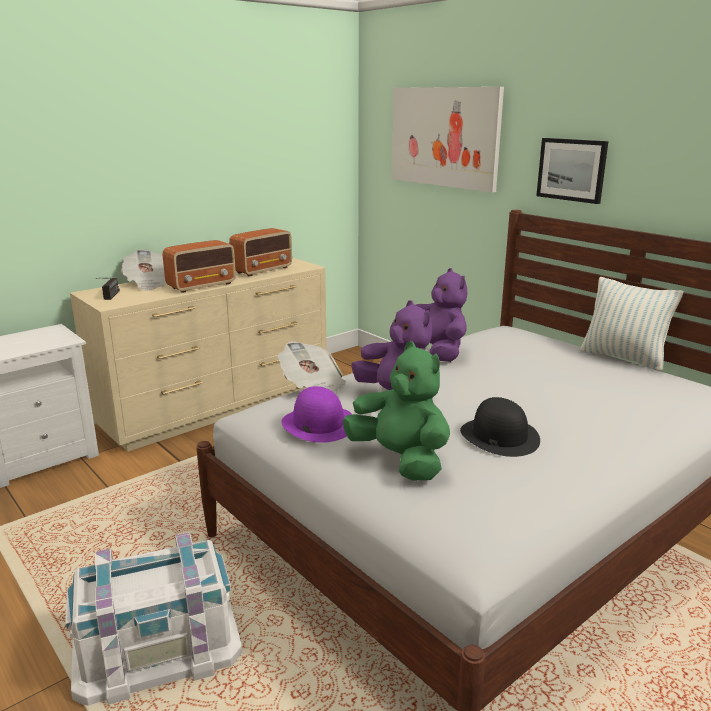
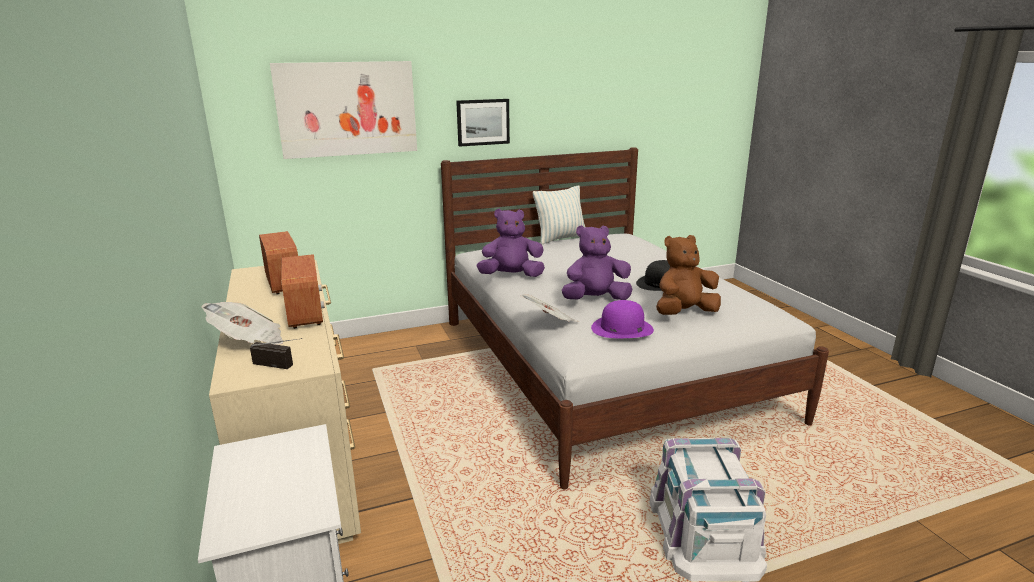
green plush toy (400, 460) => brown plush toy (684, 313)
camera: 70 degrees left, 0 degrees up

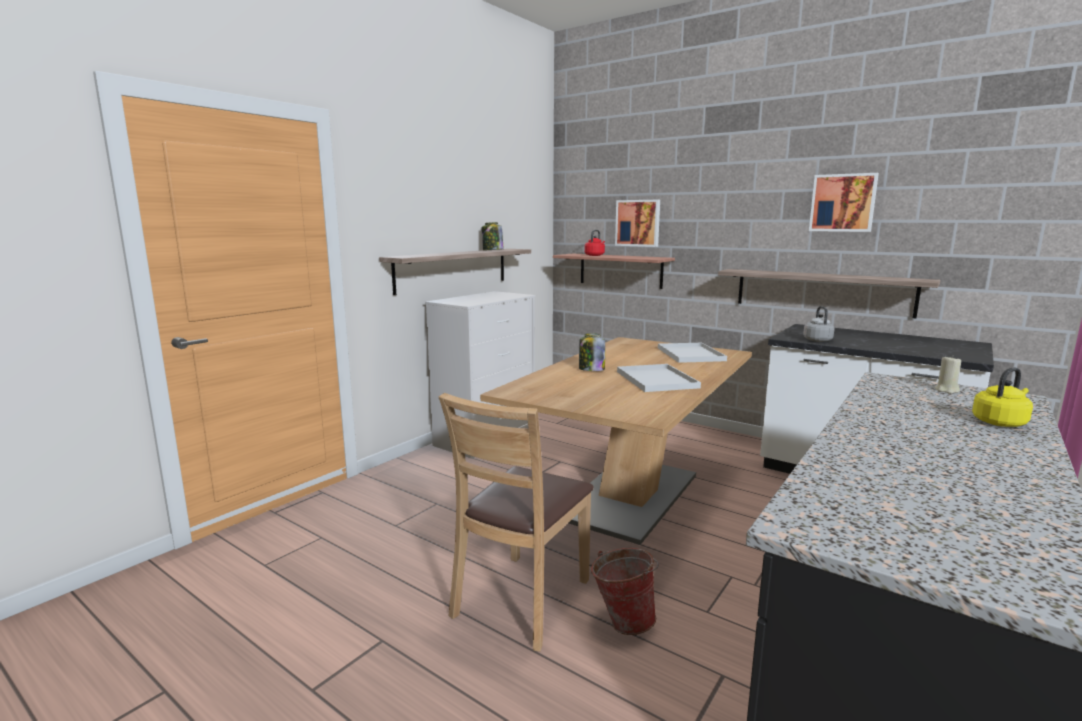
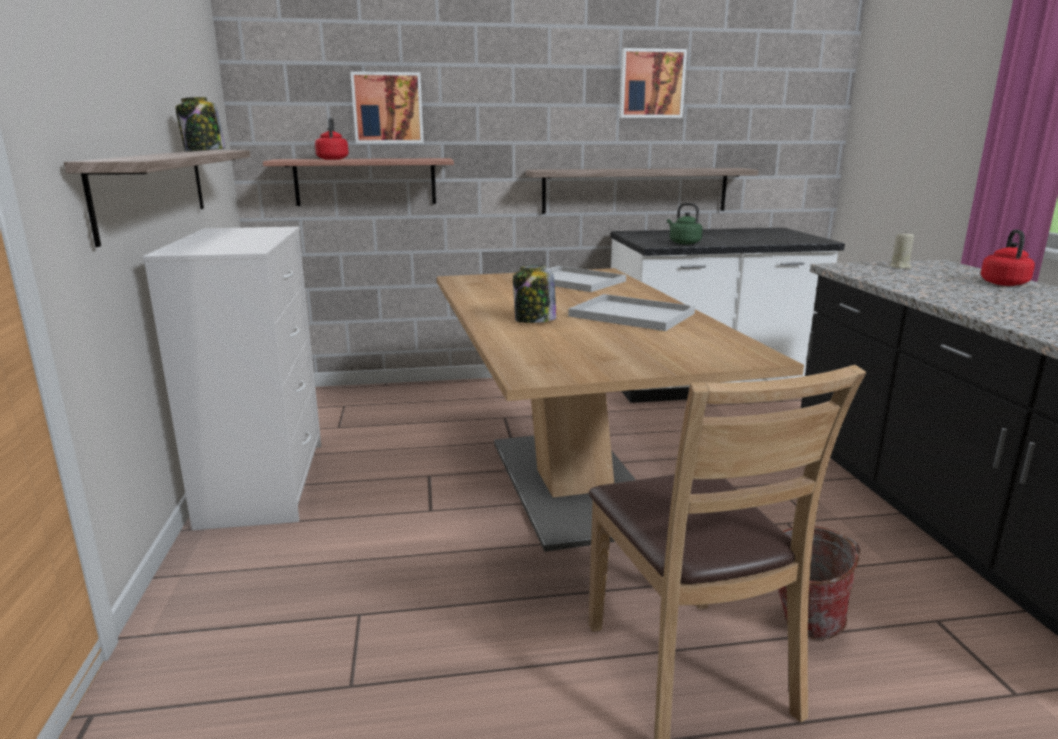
grey kettle (817, 340) => green kettle (683, 243)
yellow kettle (1000, 422) => red kettle (1003, 283)
camera: 45 degrees left, 5 degrees up

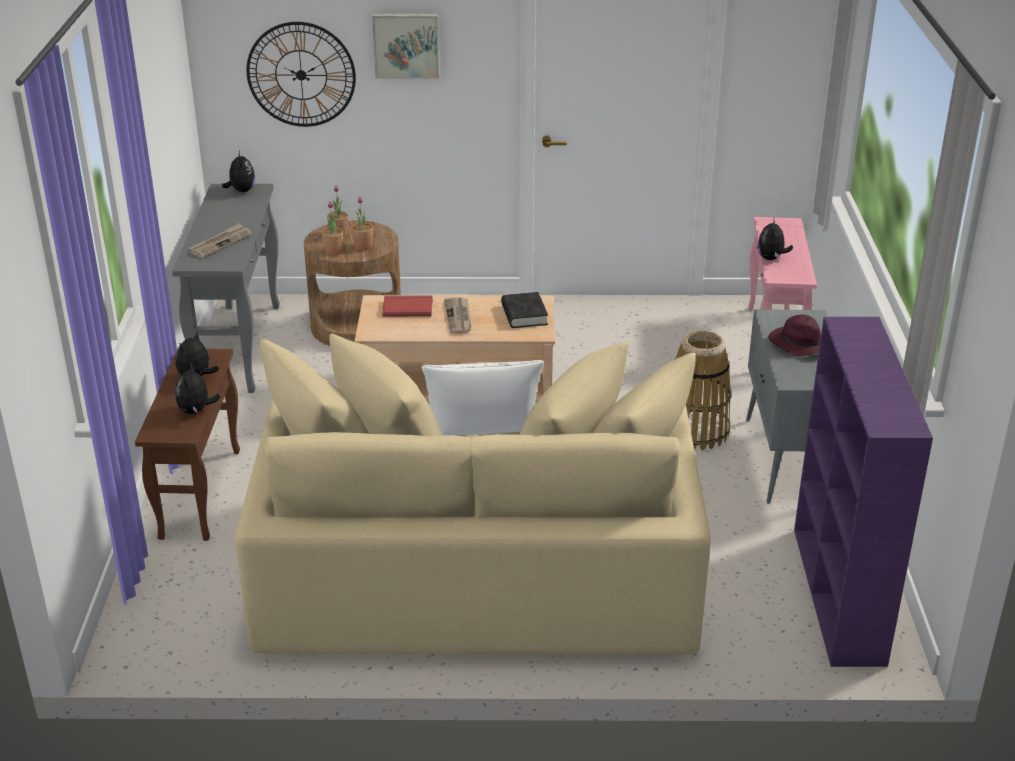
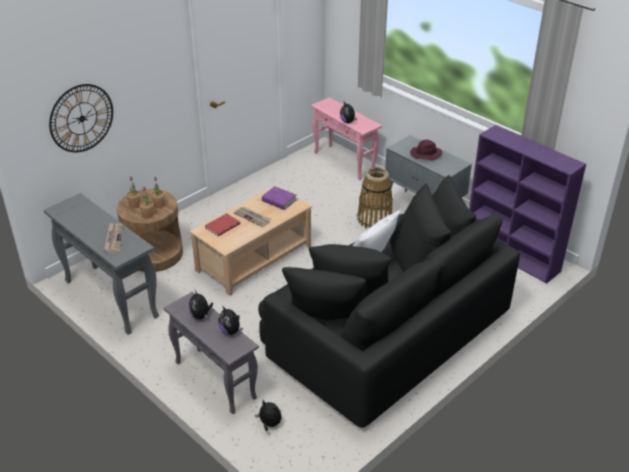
picture (406, 45) => nothing
plush toy (241, 191) => plush toy (269, 424), move
black book (524, 315) => purple book (279, 200)
beige sofa (476, 570) => black sofa (385, 331)
brown side table (201, 493) => grey side table (215, 380)
camera: 45 degrees left, 5 degrees up

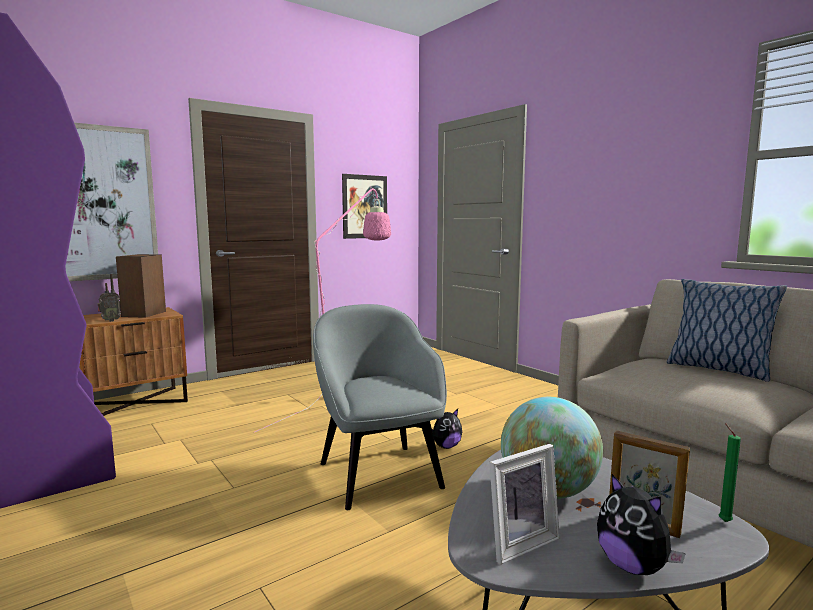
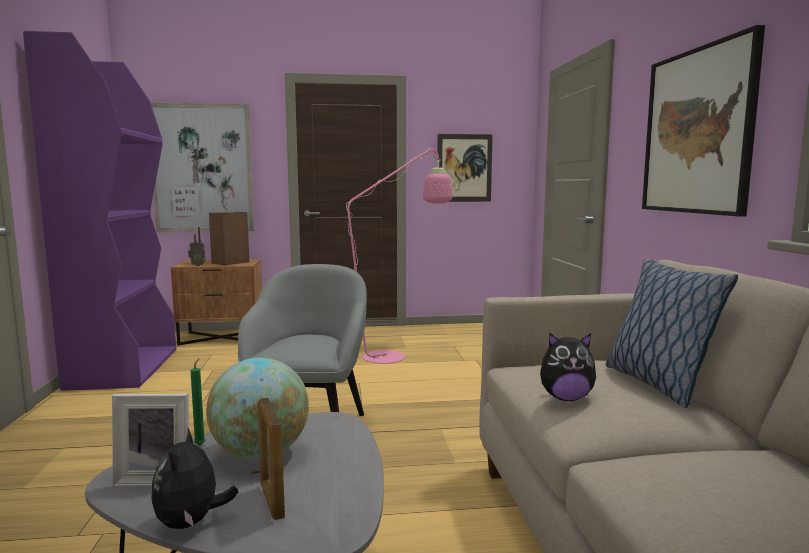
plush toy (446, 446) => plush toy (565, 398), move
green candle (723, 520) => green candle (201, 444), move
nothing => picture (697, 131)
camera: 30 degrees right, 0 degrees up

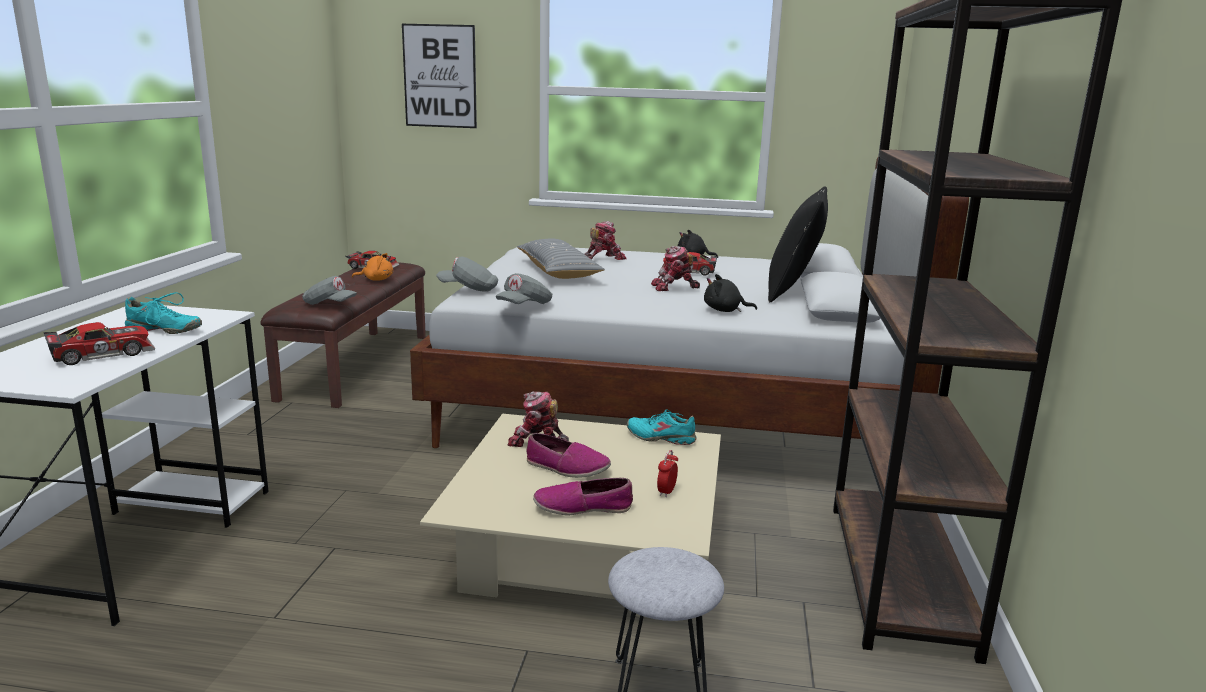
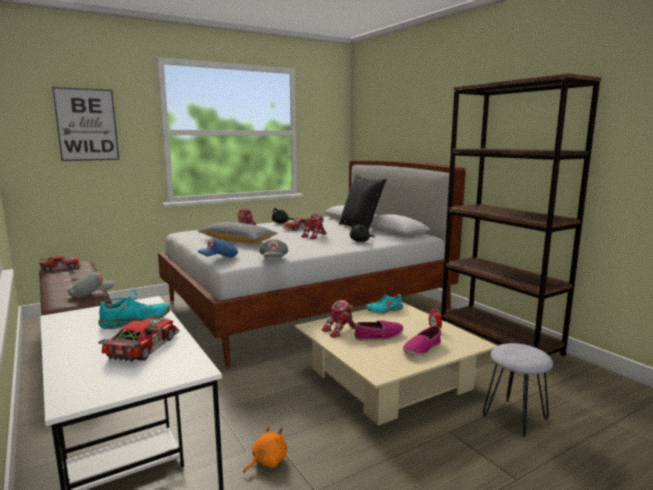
orange plush toy (376, 279) => orange plush toy (267, 461), move
grey cap (468, 289) => blue cap (219, 258)
camera: 40 degrees left, 5 degrees down

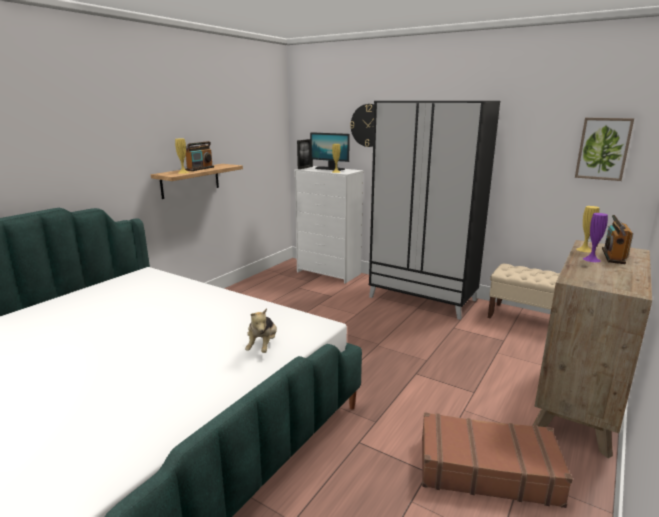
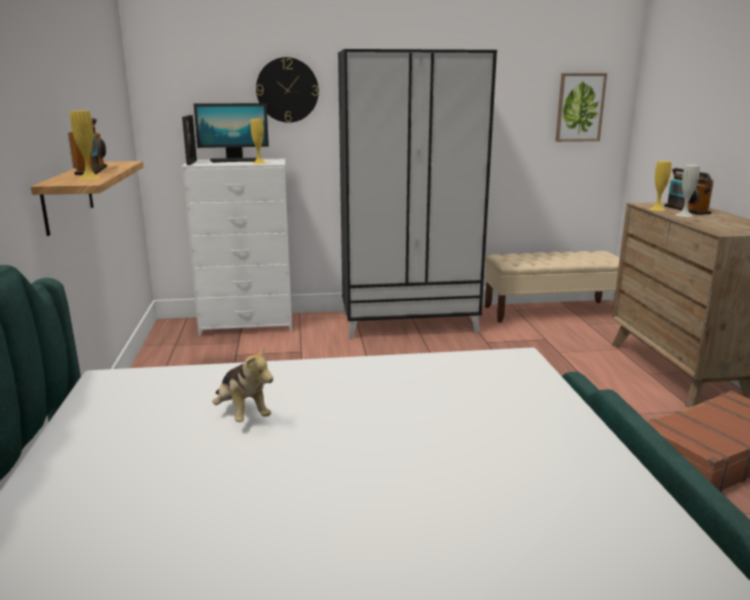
purple vase (591, 259) => white vase (684, 215)
plush toy (262, 346) => plush toy (242, 414), move
camera: 40 degrees left, 0 degrees up

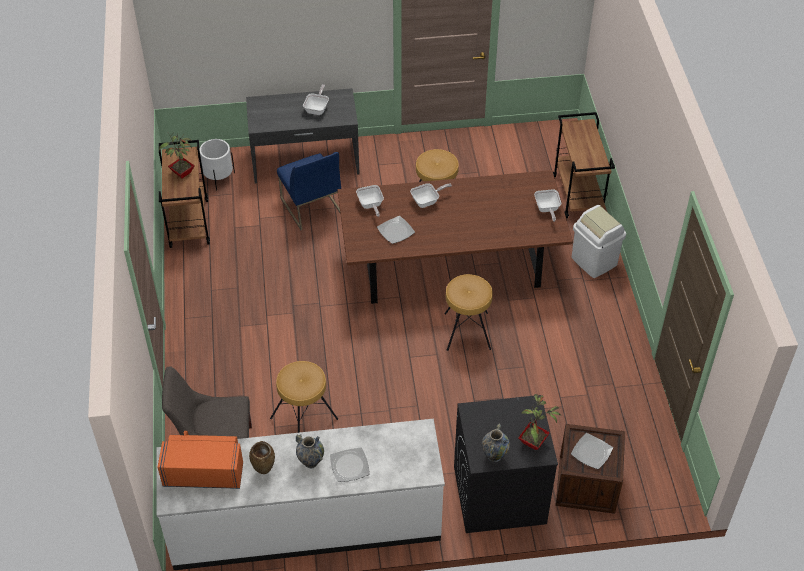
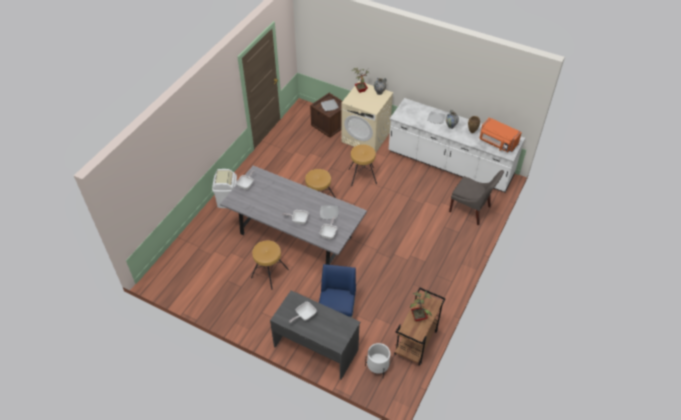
brown cart (578, 195) => nothing
brown dining table (450, 265) => grey dining table (295, 235)
brown stool (304, 419) => brown stool (362, 176), move
black washing machine (498, 495) => beige washing machine (366, 137)
camera: 145 degrees left, 0 degrees up

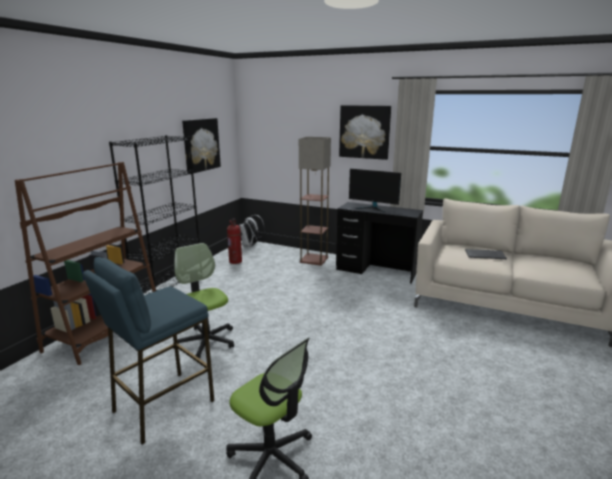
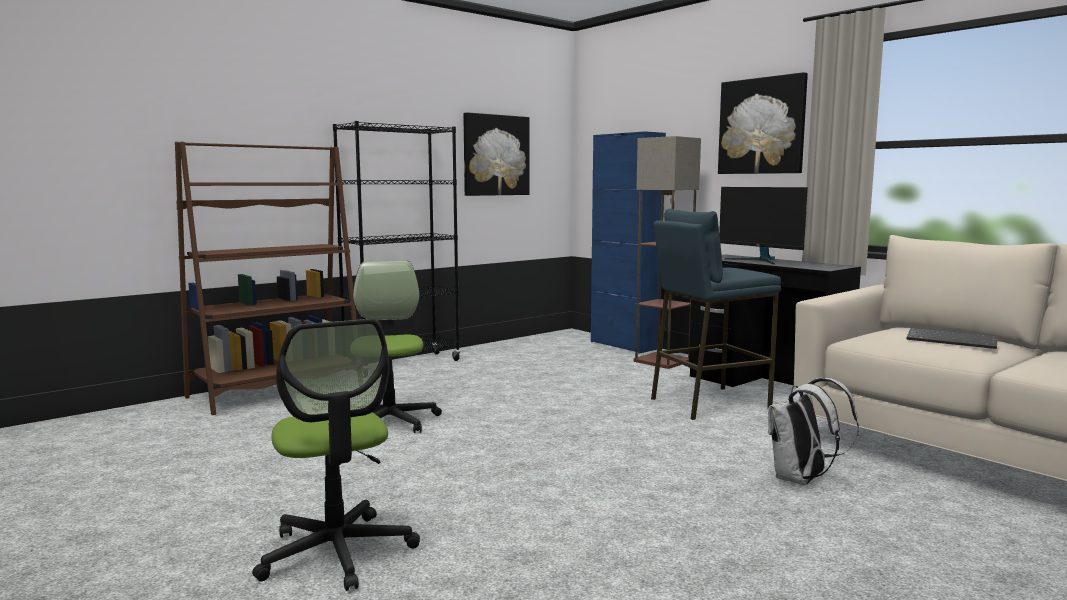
white backpack (250, 245) => white backpack (801, 480), move
fire extinguisher (235, 261) => nothing
blue stool (162, 406) => blue stool (708, 403), move
nothing => blue cabinet (624, 345)
camera: 25 degrees right, 10 degrees down

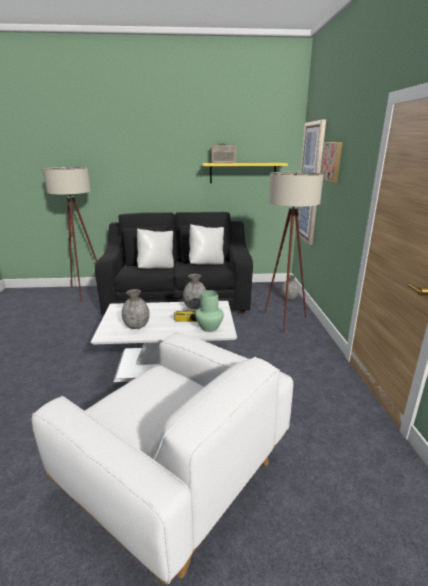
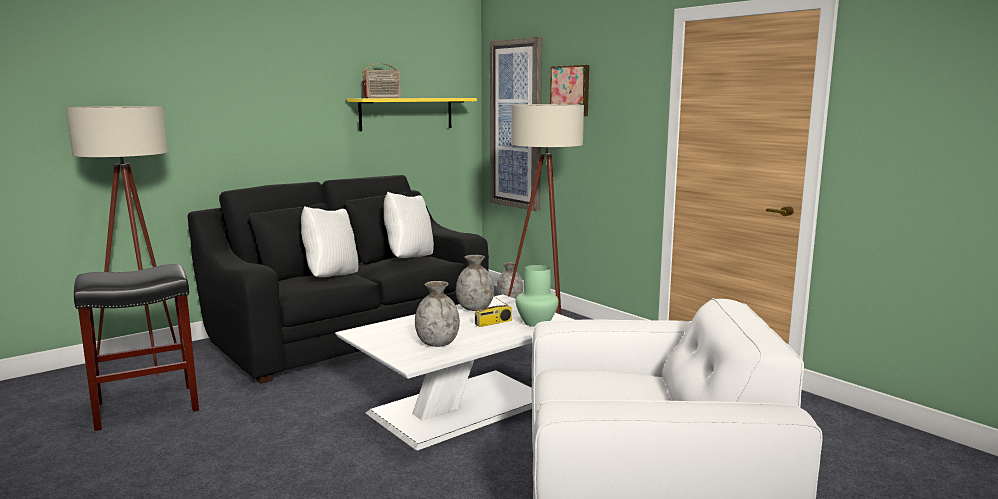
nothing => black stool (148, 406)
camera: 35 degrees left, 10 degrees down

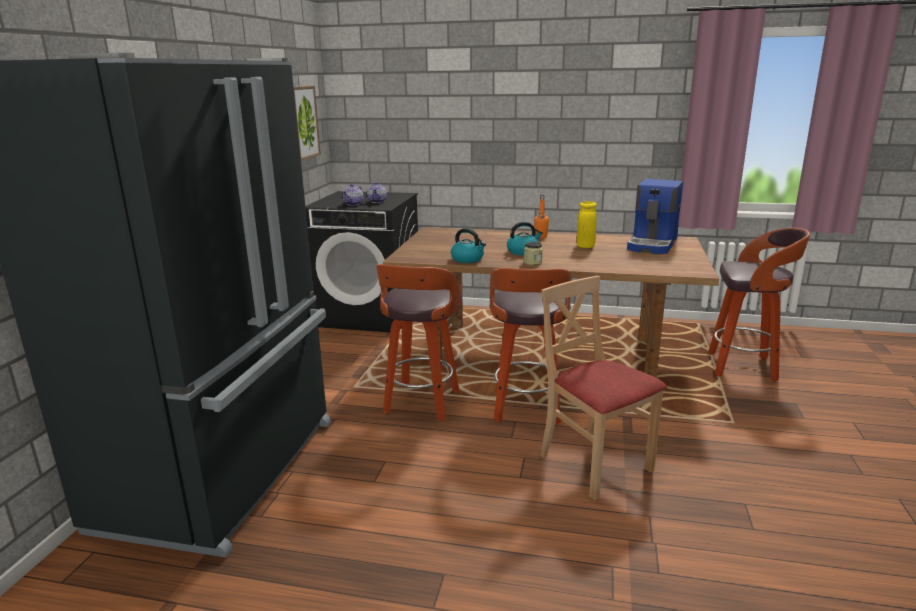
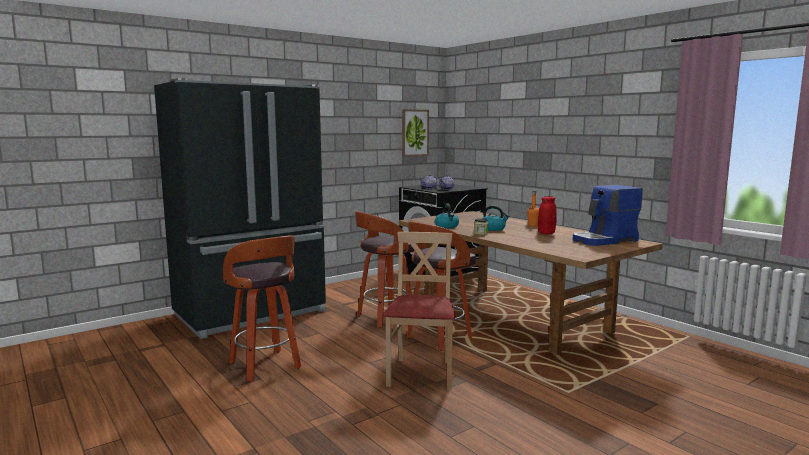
yellow vase (585, 246) => red vase (546, 233)
stool (744, 367) => stool (266, 366), move
camera: 40 degrees right, 10 degrees down

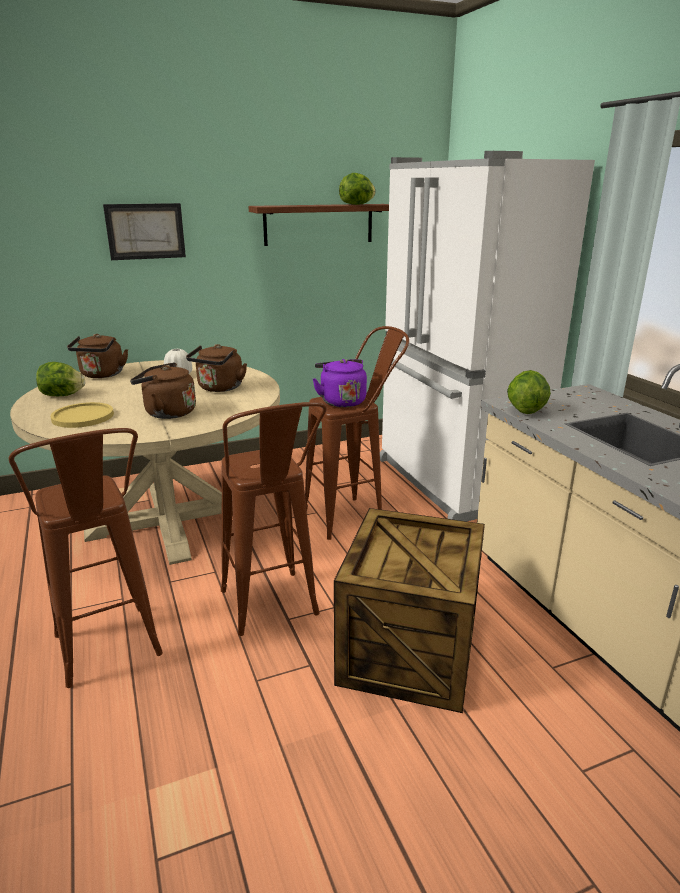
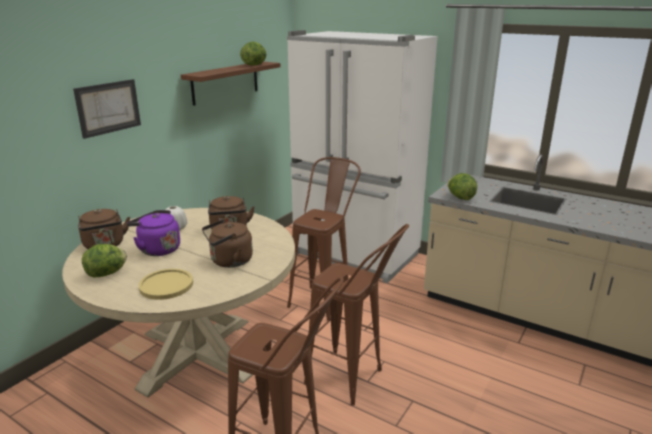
purple kettle (341, 401) => purple kettle (157, 249), move
crate (407, 649) => nothing
camera: 35 degrees left, 0 degrees up

